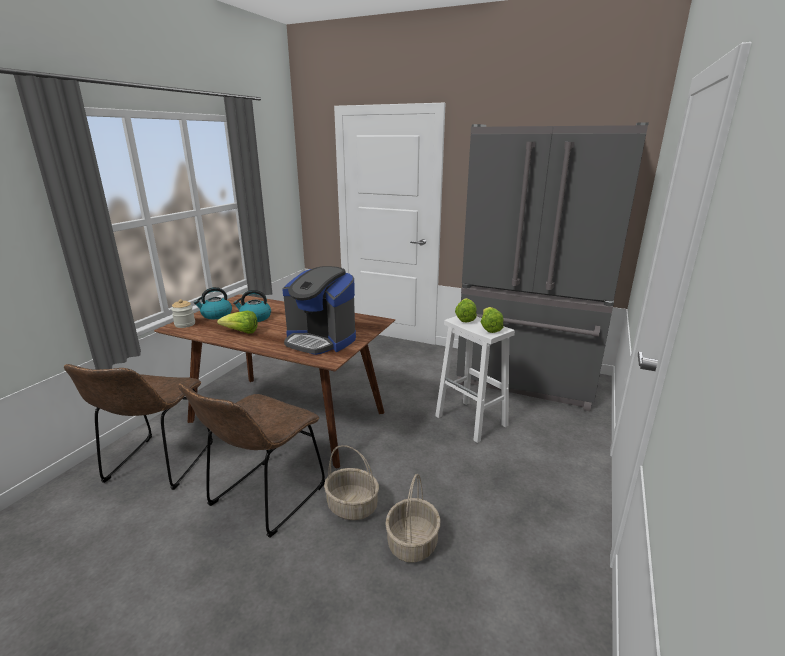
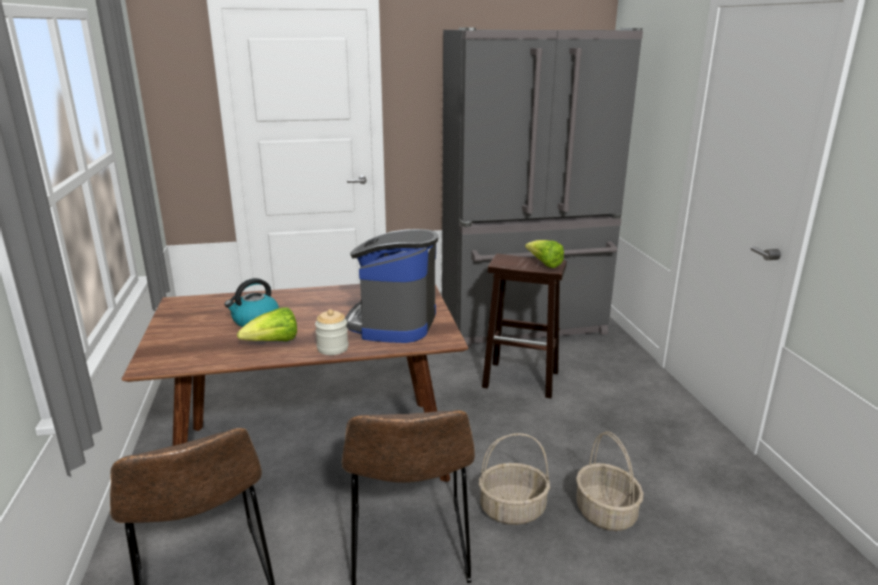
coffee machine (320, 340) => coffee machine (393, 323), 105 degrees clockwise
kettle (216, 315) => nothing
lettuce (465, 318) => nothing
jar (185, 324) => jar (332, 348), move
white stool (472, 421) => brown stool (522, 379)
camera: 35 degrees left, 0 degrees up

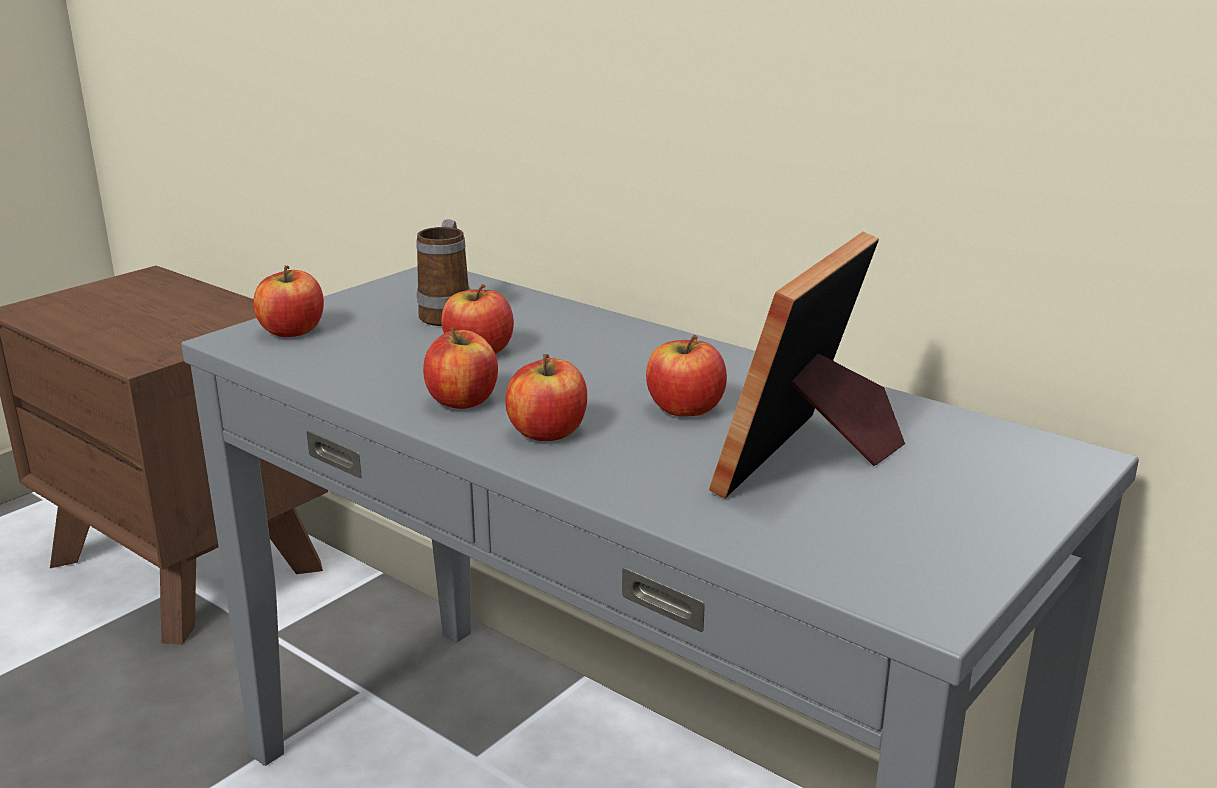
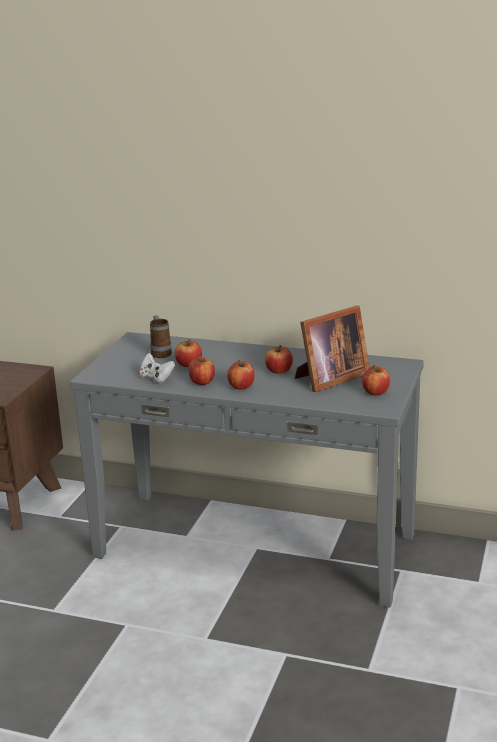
picture frame (810, 460) => picture frame (329, 379), 135 degrees counterclockwise
apple (292, 331) => apple (375, 392), move
nothing => white game controller (156, 378)
camera: 20 degrees left, 0 degrees up

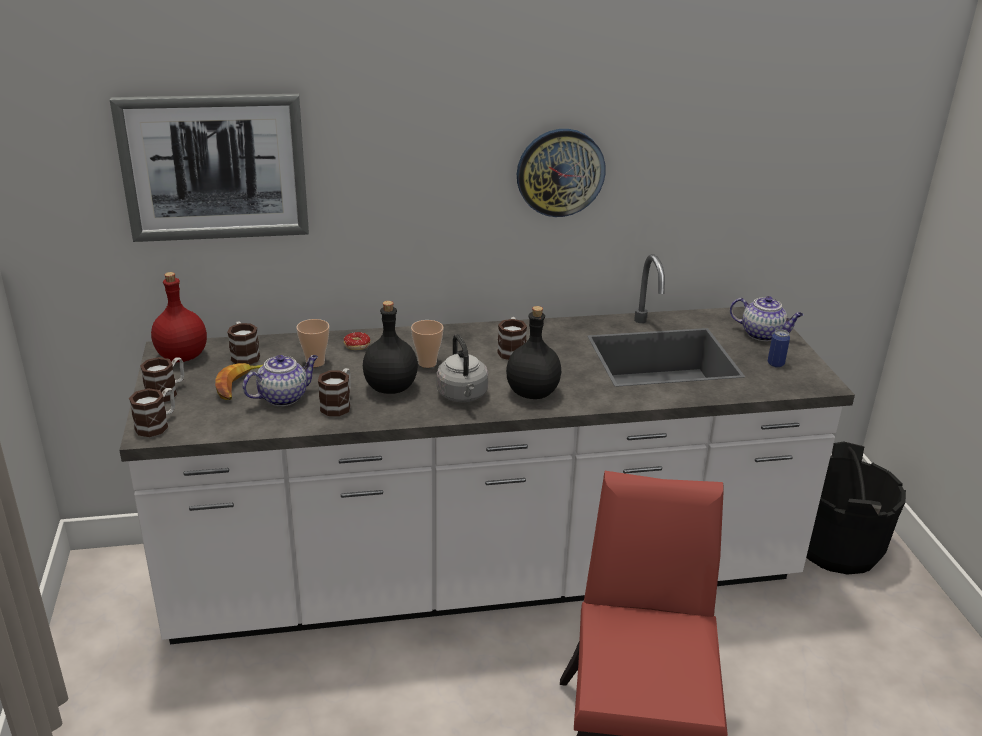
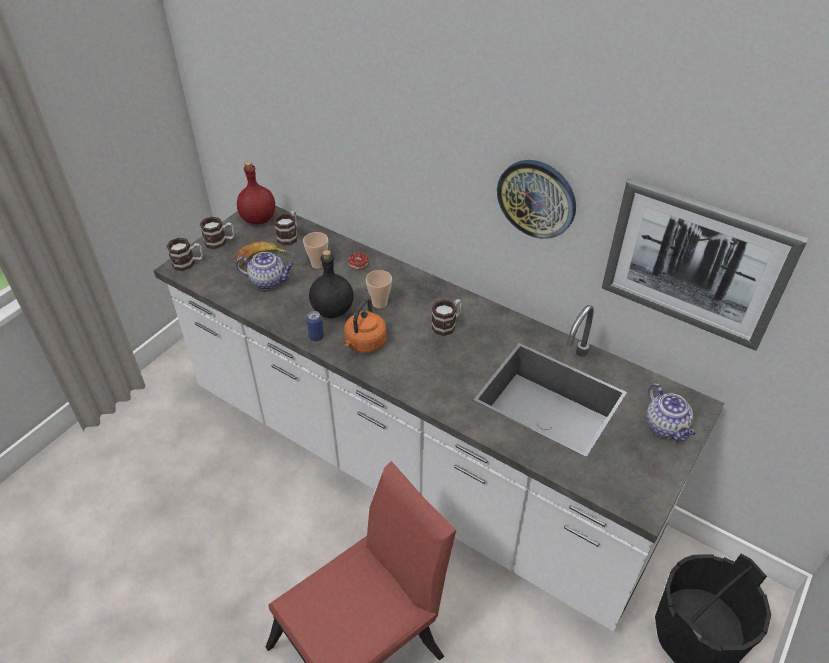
picture (214, 167) => picture (695, 263), move
black bottle (533, 393) => nothing
can (775, 364) => can (316, 337), move
grey kettle (463, 396) => orange kettle (364, 344)
mug (338, 404) => nothing
camera: 45 degrees right, 15 degrees up

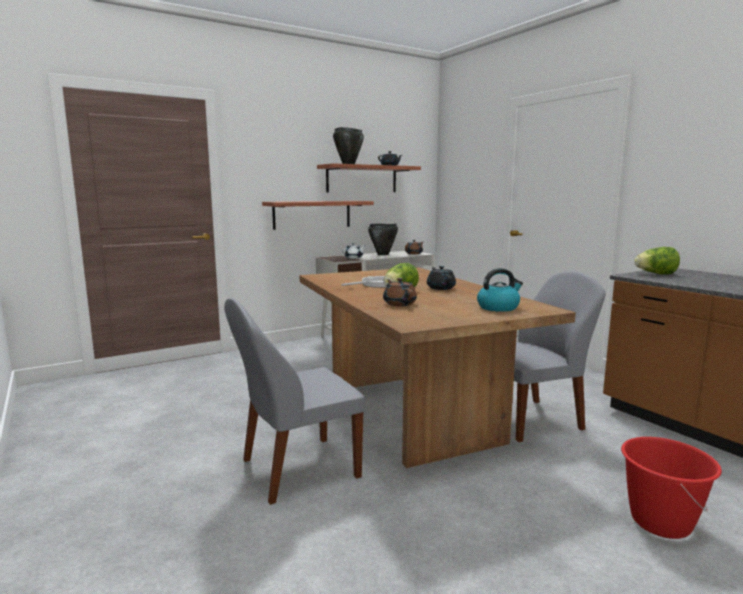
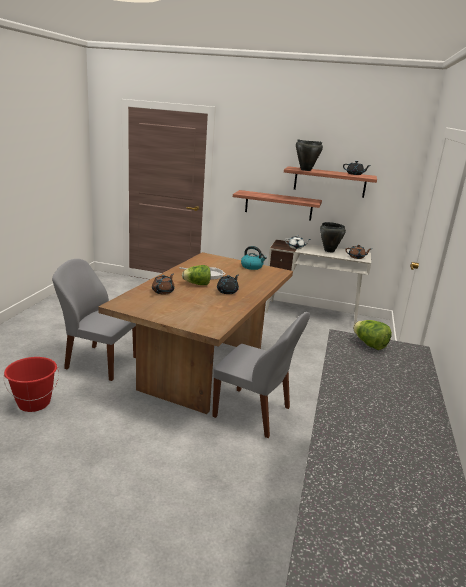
kettle (498, 307) => kettle (252, 267), move
red bucket (660, 522) => red bucket (34, 403), move
camera: 45 degrees right, 10 degrees up

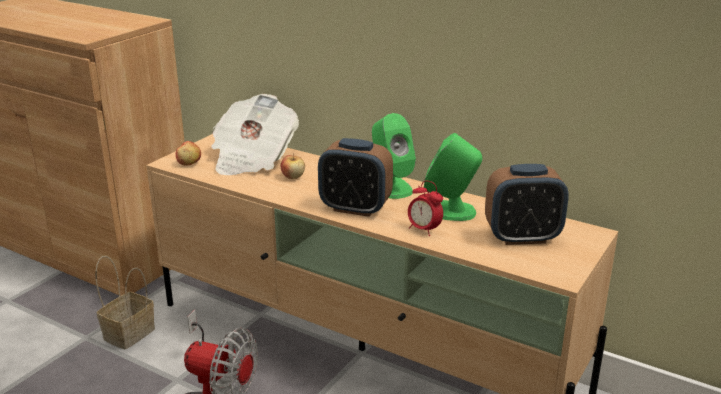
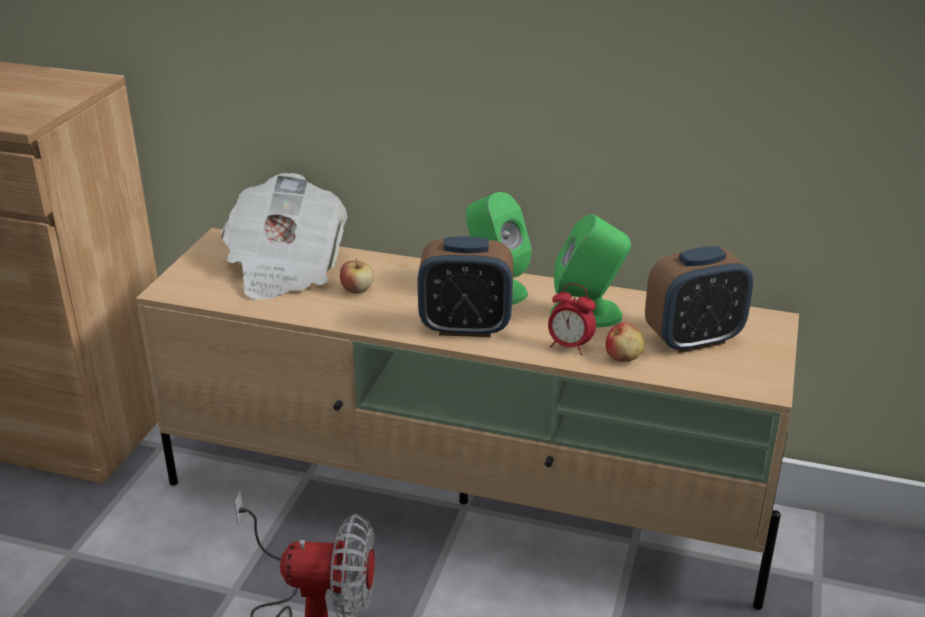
apple (189, 163) => apple (623, 356), move
basket (129, 332) => nothing
camera: 15 degrees left, 5 degrees up

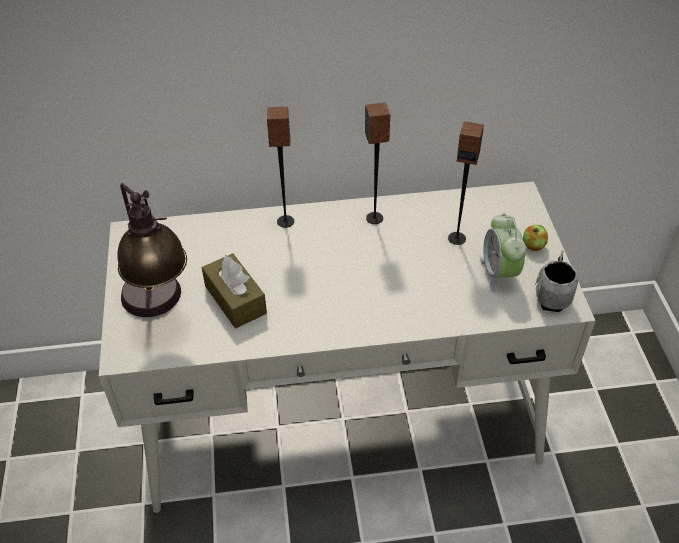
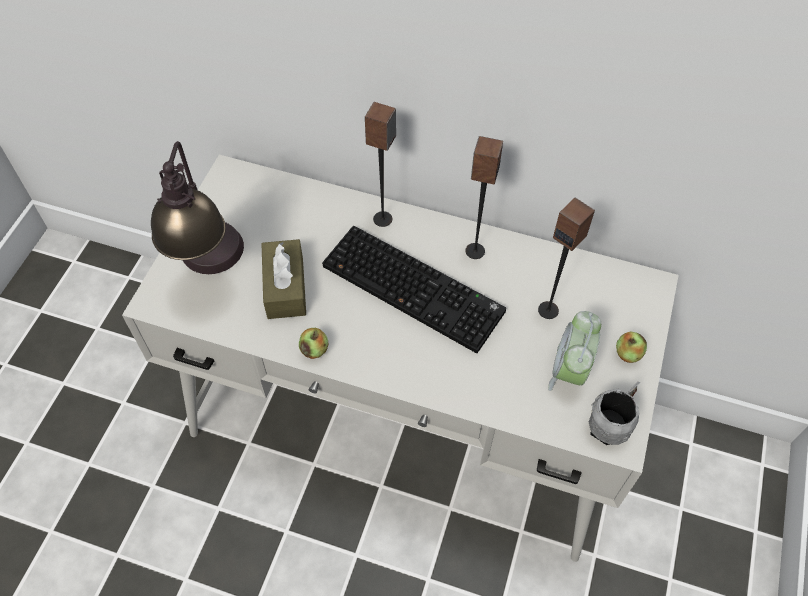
nothing => keyboard (416, 288)
nothing => apple (314, 350)
camera: 25 degrees right, 10 degrees up

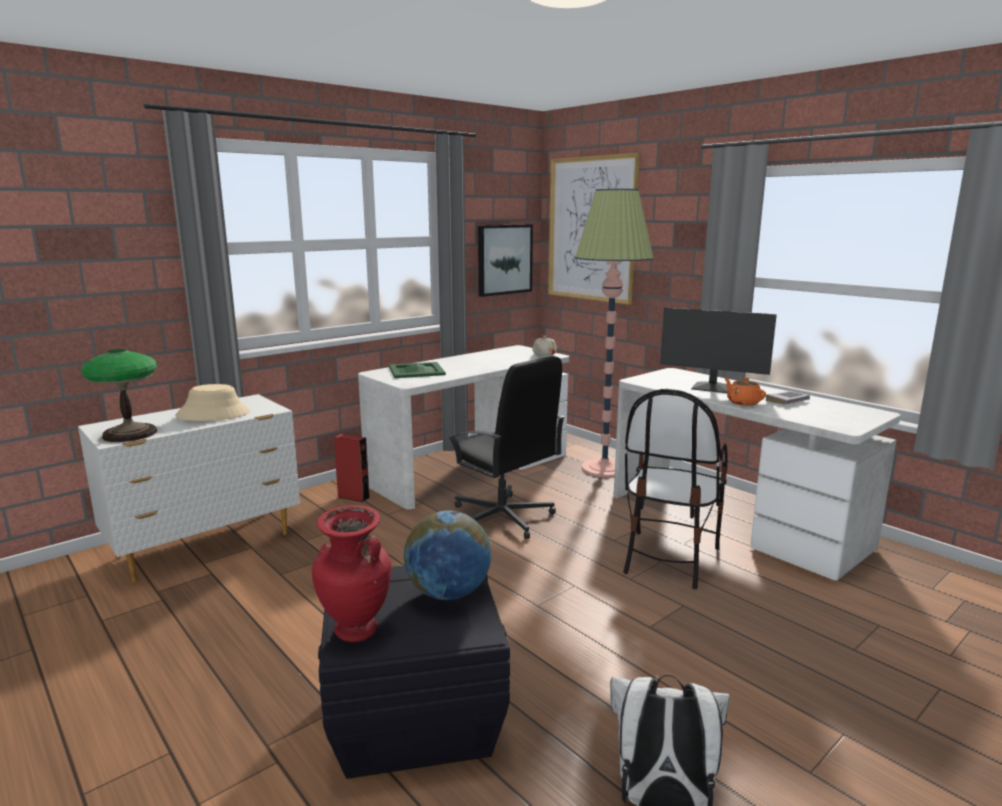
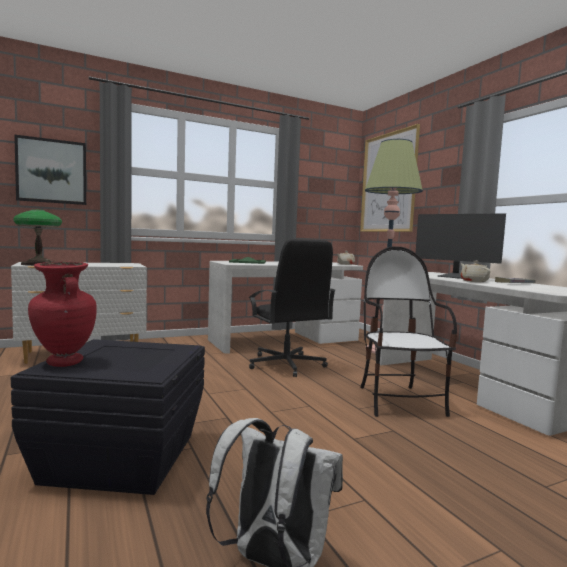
picture (504, 259) => picture (52, 171), move
orange teapot (743, 402) => beige teapot (473, 281)
beige hat (213, 414) => nothing
chair (668, 558) => chair (399, 401), 135 degrees clockwise
red speaker (353, 497) => nothing
globe (448, 593) => nothing
camera: 15 degrees right, 10 degrees down

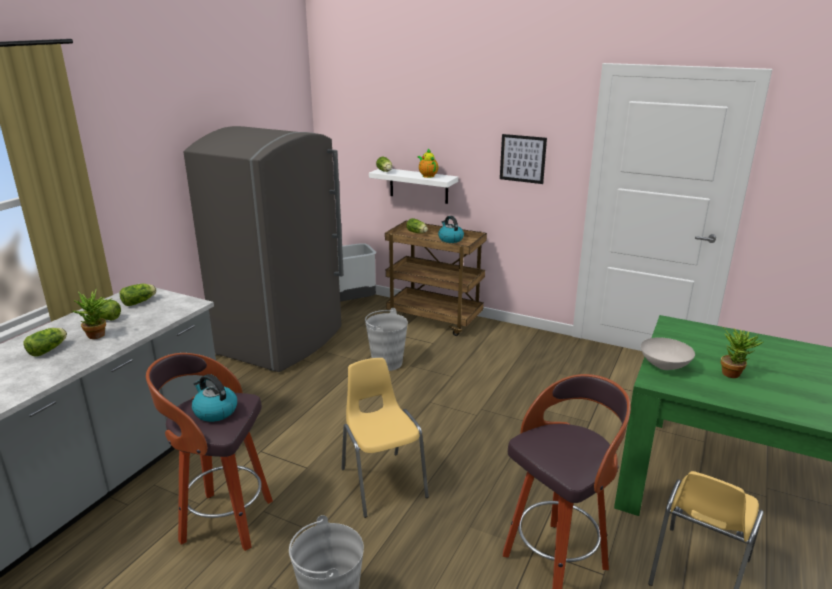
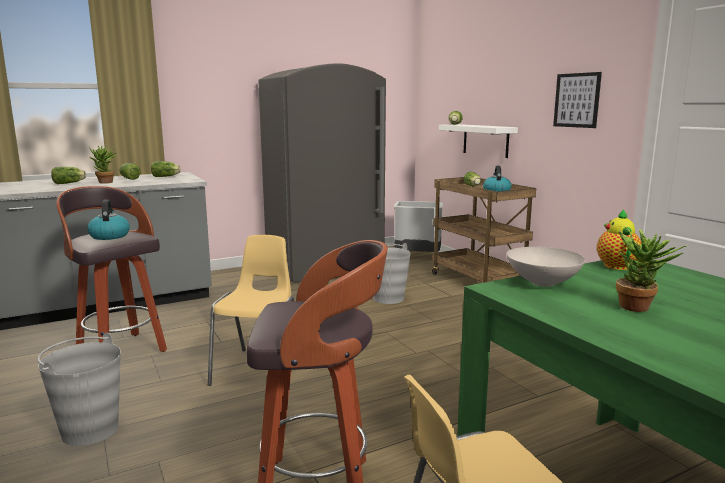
teapot (427, 176) => teapot (615, 265), move
camera: 35 degrees right, 10 degrees down

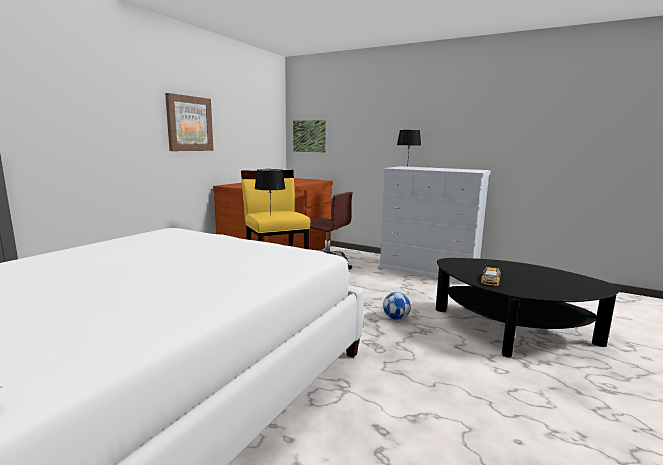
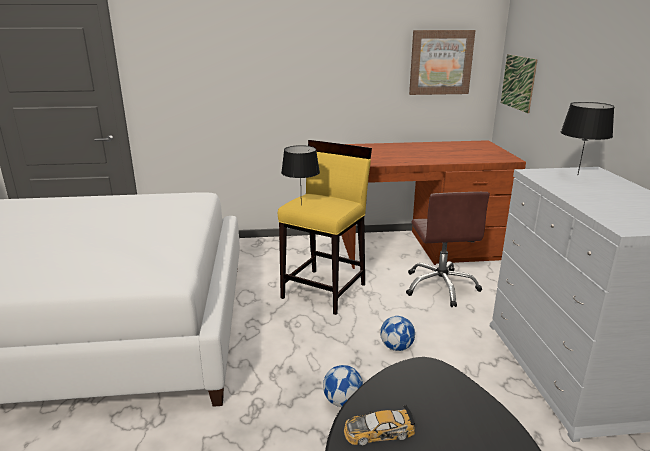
picture (189, 123) => picture (440, 62), move
nothing => football (396, 347)
camera: 55 degrees right, 10 degrees up

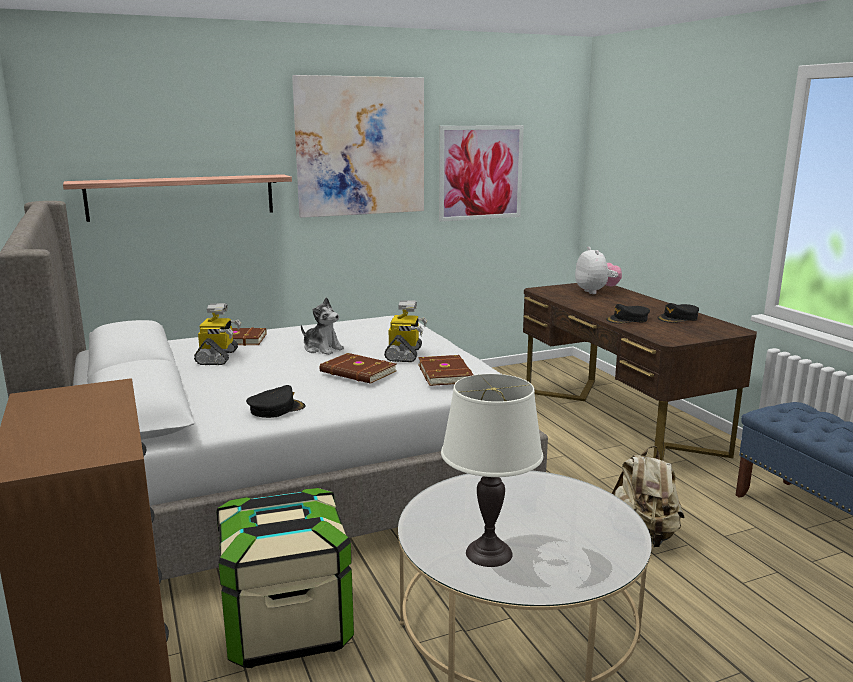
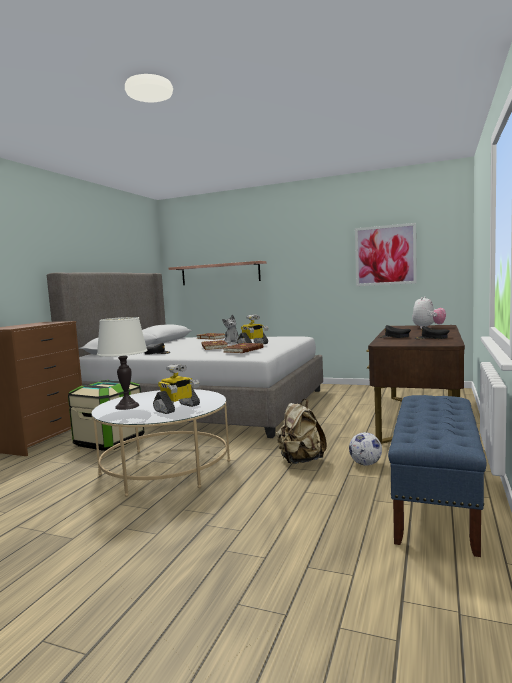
picture (361, 146) => nothing
toy robot (218, 357) => toy robot (177, 408), move
nothing => football (365, 464)
camera: 45 degrees right, 10 degrees down

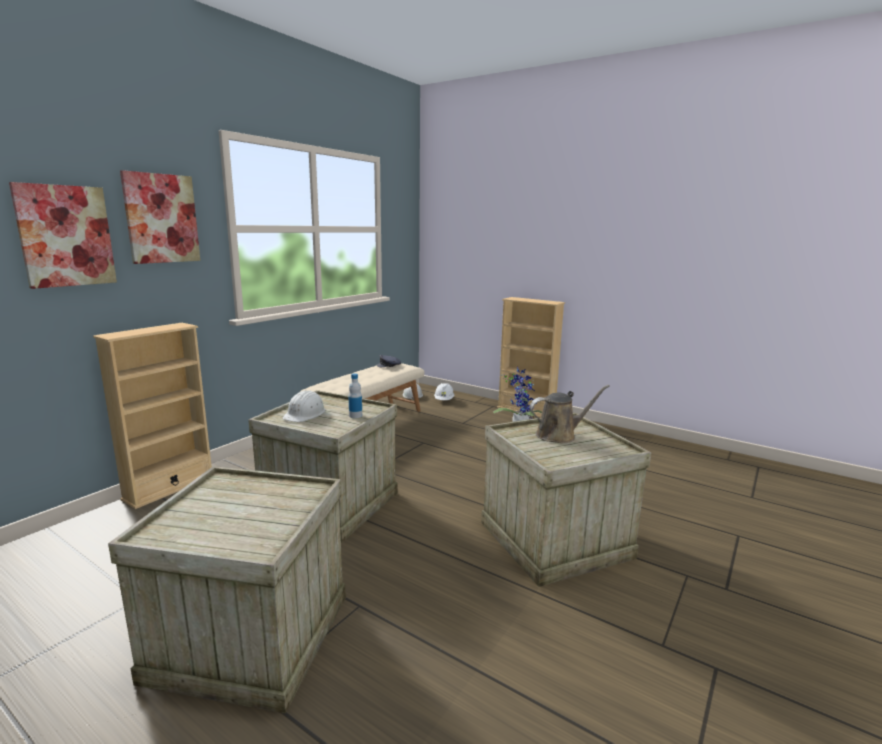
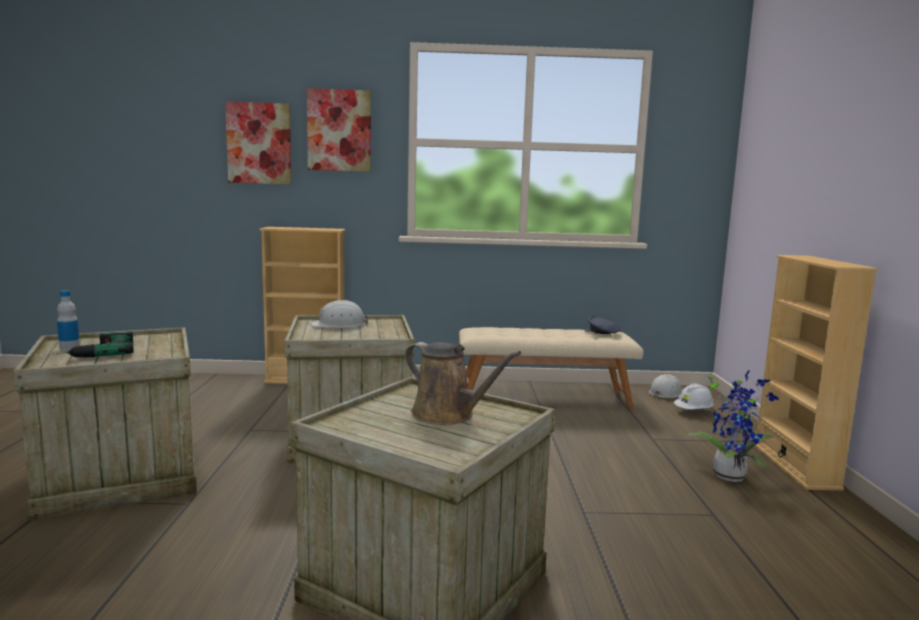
bottle (355, 416) => bottle (69, 348), move
nothing => power drill (96, 352)
camera: 55 degrees right, 5 degrees down

